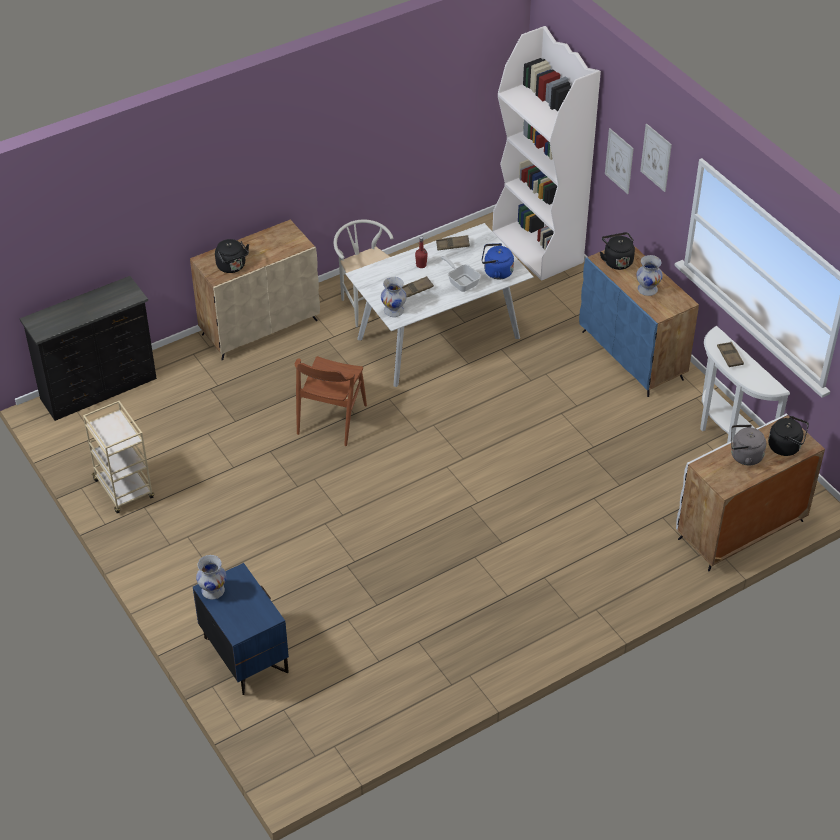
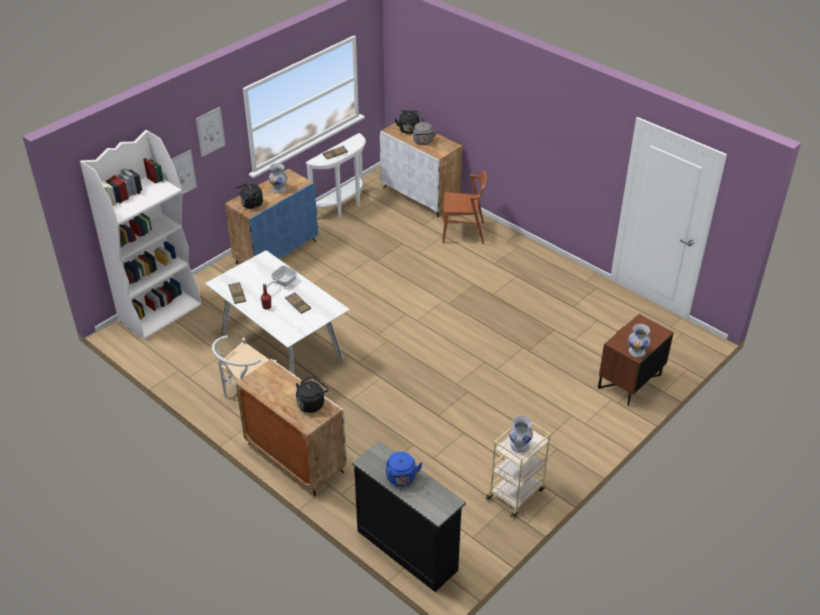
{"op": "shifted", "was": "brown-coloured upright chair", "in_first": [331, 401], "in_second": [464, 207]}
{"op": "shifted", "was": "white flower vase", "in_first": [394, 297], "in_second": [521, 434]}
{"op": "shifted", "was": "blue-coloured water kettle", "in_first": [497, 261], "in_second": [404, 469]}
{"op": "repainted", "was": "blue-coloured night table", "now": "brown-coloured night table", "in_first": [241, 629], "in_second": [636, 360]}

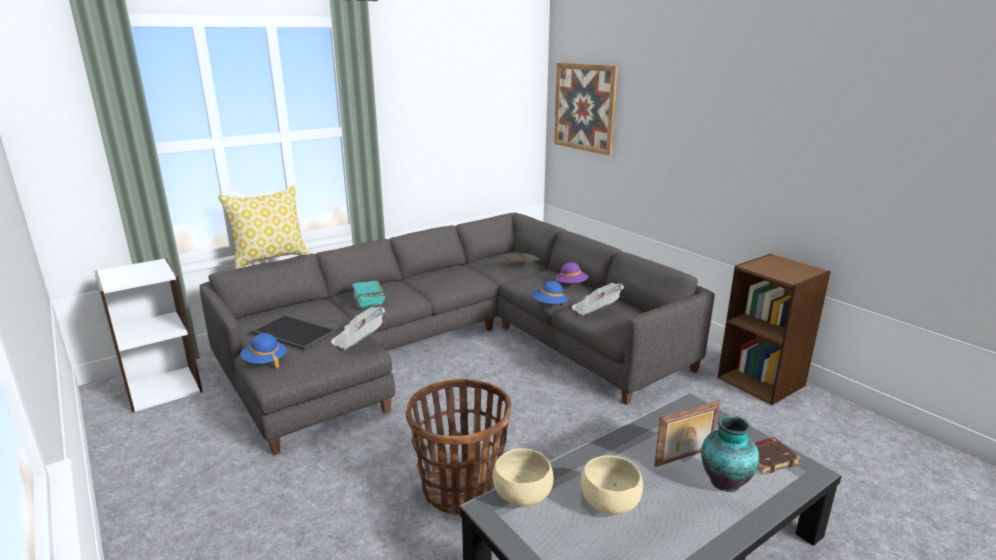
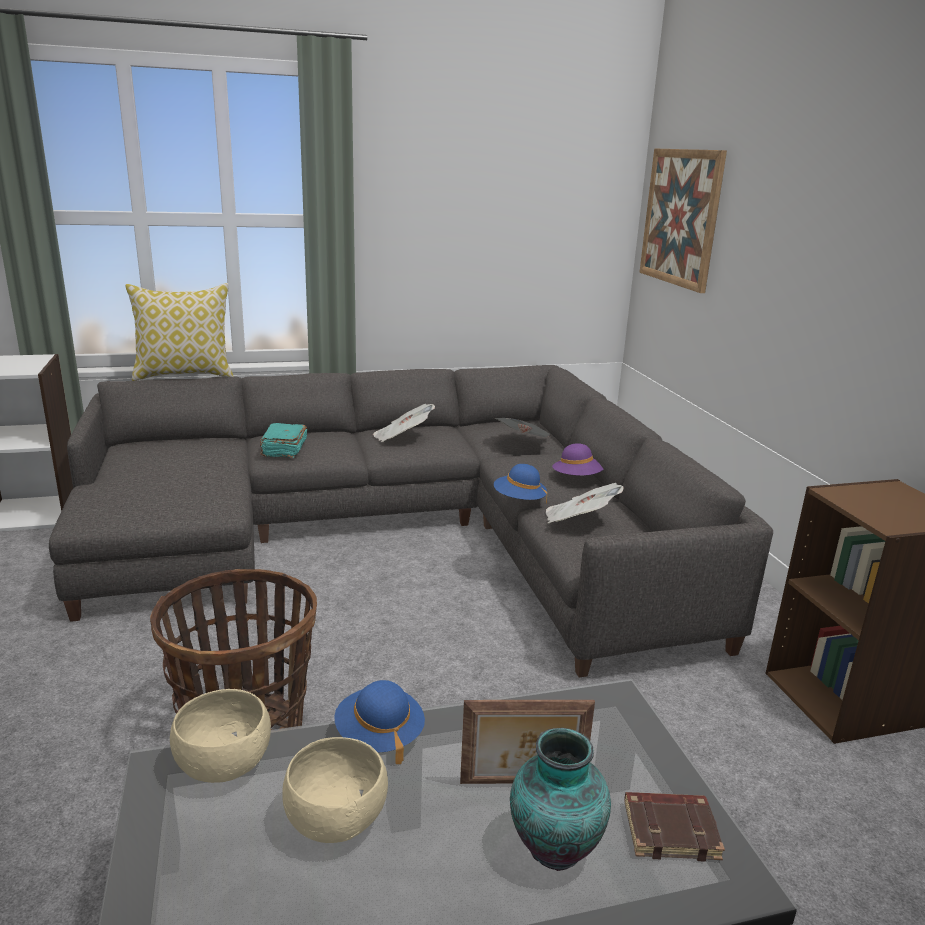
{"op": "gone", "was": "tray", "in_first": [293, 332]}
{"op": "shifted", "was": "blue-coloured wearable hat", "in_first": [263, 350], "in_second": [379, 722]}
{"op": "shifted", "was": "printed paper", "in_first": [358, 328], "in_second": [404, 423]}

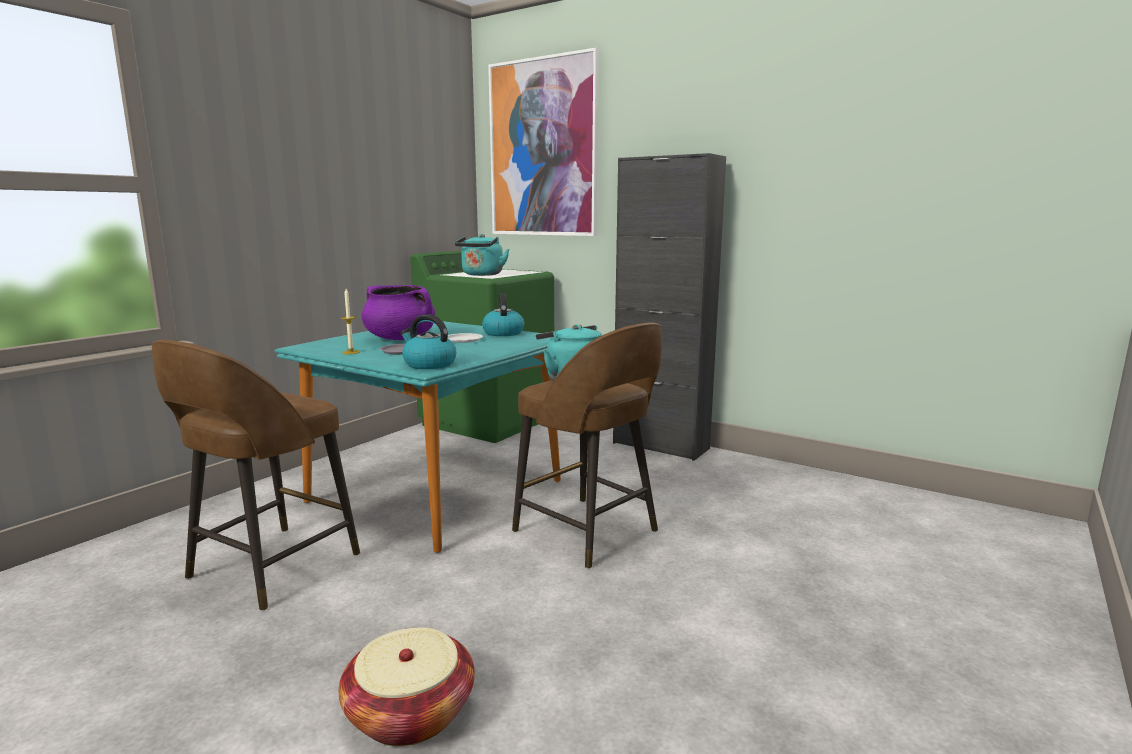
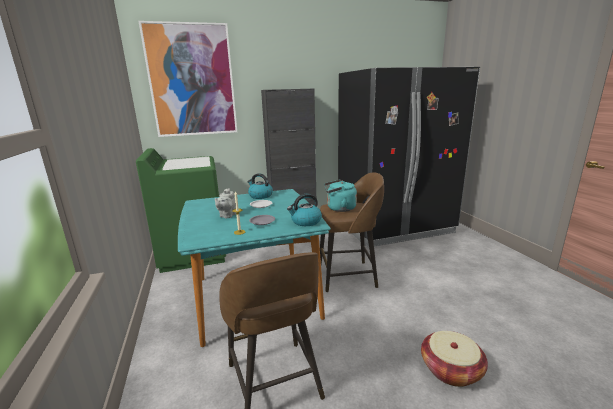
{"op": "gone", "was": "turquoise-coloured water kettle", "in_first": [482, 255]}
{"op": "new", "now": "blackish fridge", "in_second": [409, 157]}
{"op": "swapped", "was": "purplish cooking pot", "now": "greyish pot for tea", "in_first": [398, 312], "in_second": [225, 203]}

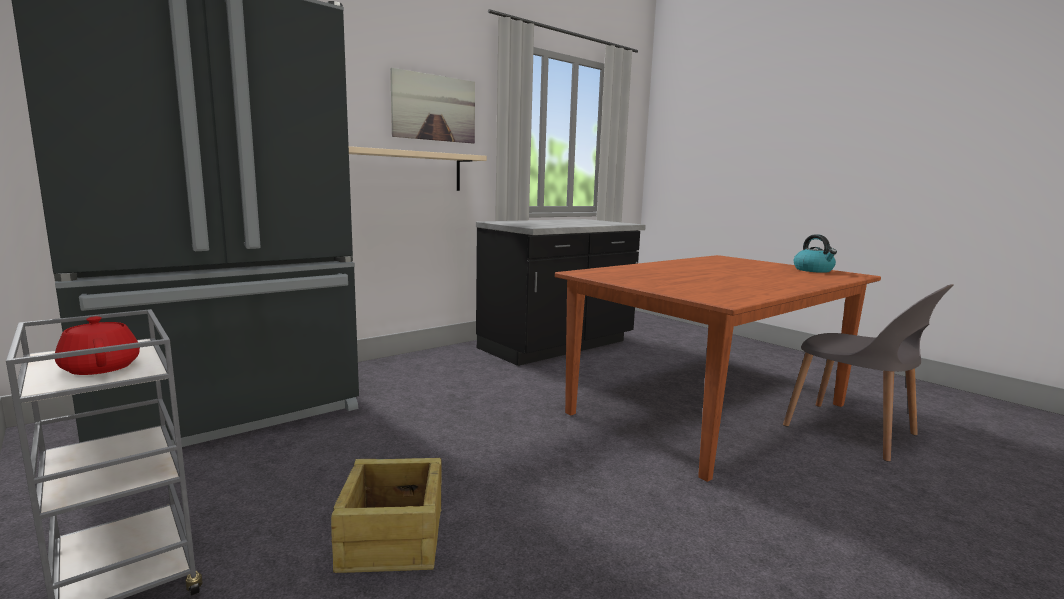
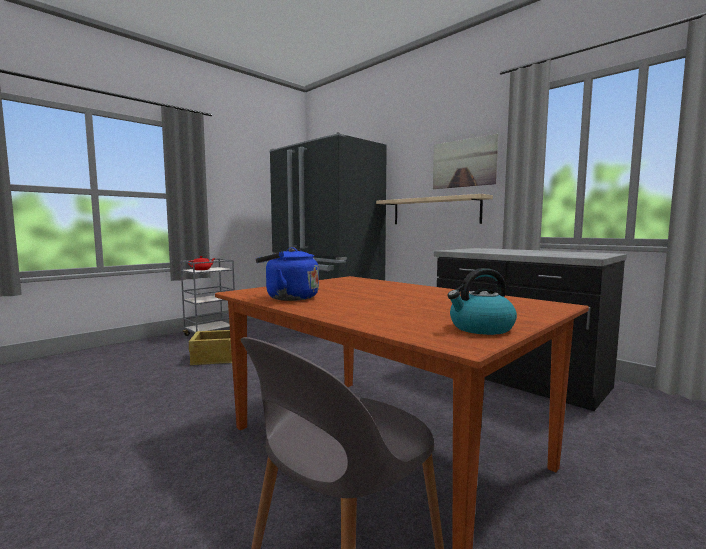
{"op": "new", "now": "blue-coloured water kettle", "in_second": [287, 274]}

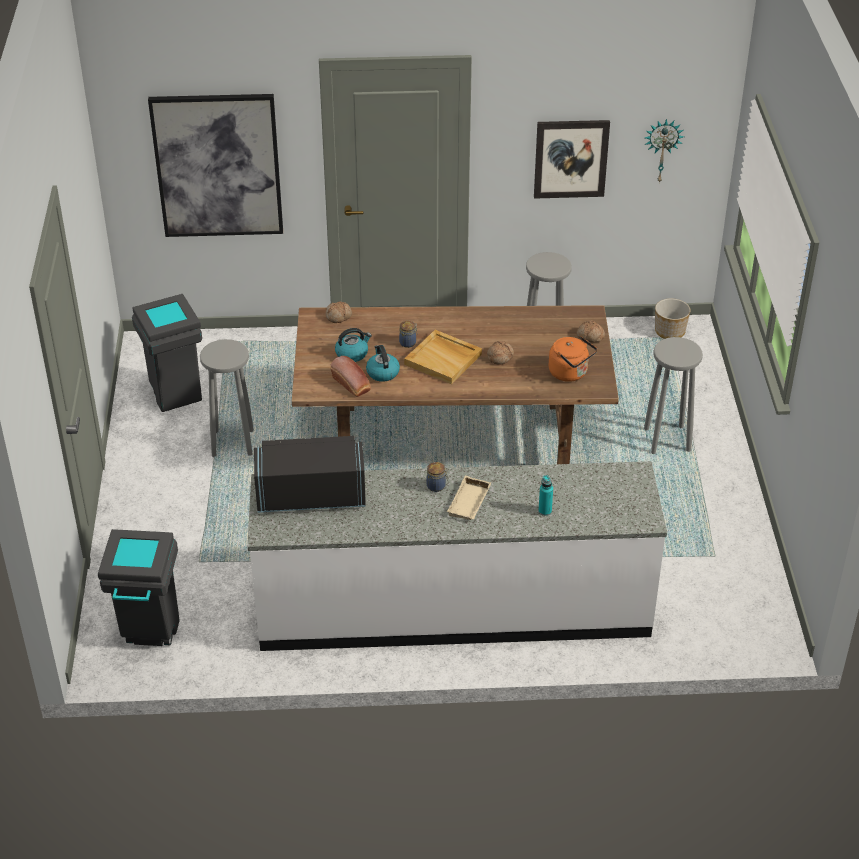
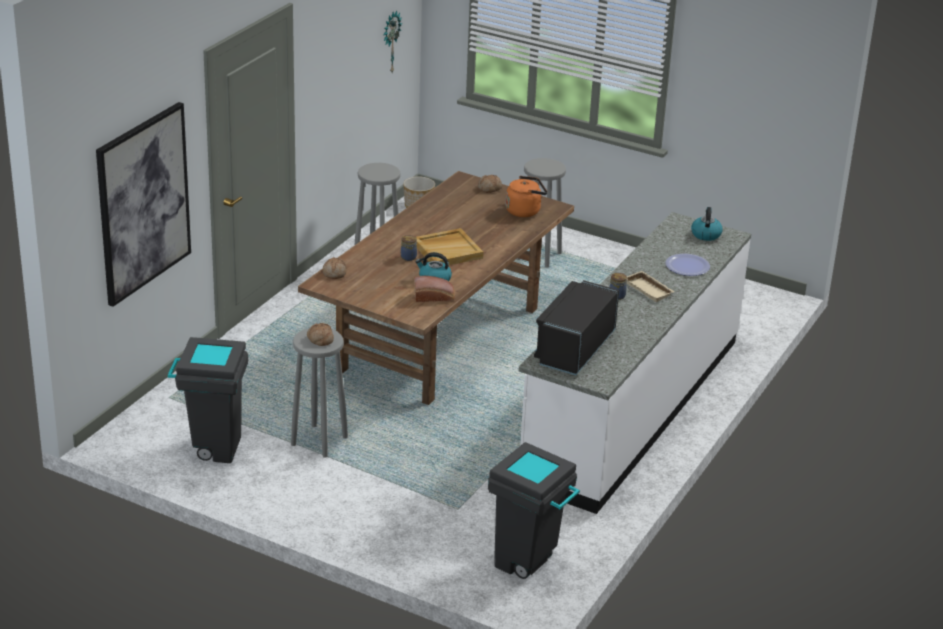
{"op": "gone", "was": "picture", "in_first": [572, 159]}
{"op": "shifted", "was": "water kettle", "in_first": [353, 345], "in_second": [707, 224]}
{"op": "shifted", "was": "baked bread", "in_first": [500, 353], "in_second": [320, 334]}
{"op": "swapped", "was": "turquoise-coloured drink bottle", "now": "dinner plate", "in_first": [545, 495], "in_second": [687, 265]}

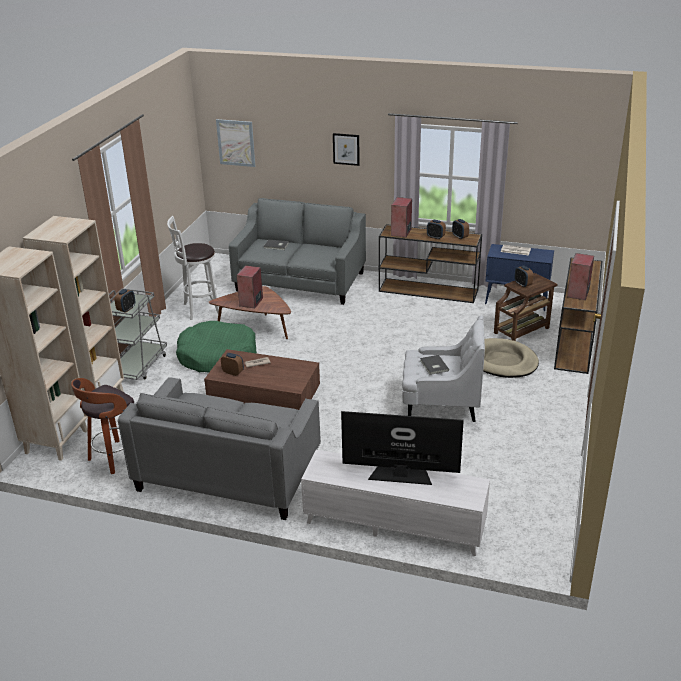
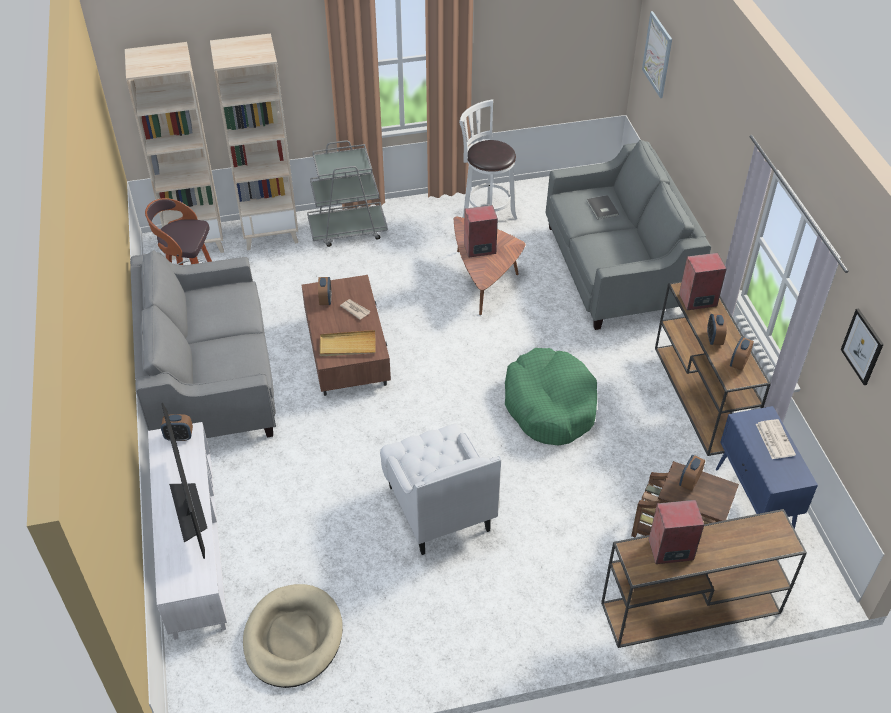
{"op": "gone", "was": "greyish bound book", "in_first": [434, 365]}
{"op": "new", "now": "beige tray", "in_second": [347, 343]}
{"op": "shifted", "was": "table clock", "in_first": [124, 301], "in_second": [177, 427]}
{"op": "shifted", "was": "green-coloured pet bed", "in_first": [216, 347], "in_second": [551, 396]}
{"op": "shifted", "was": "picture", "in_first": [346, 149], "in_second": [862, 346]}
{"op": "shifted", "was": "beige pet bed", "in_first": [511, 358], "in_second": [293, 636]}

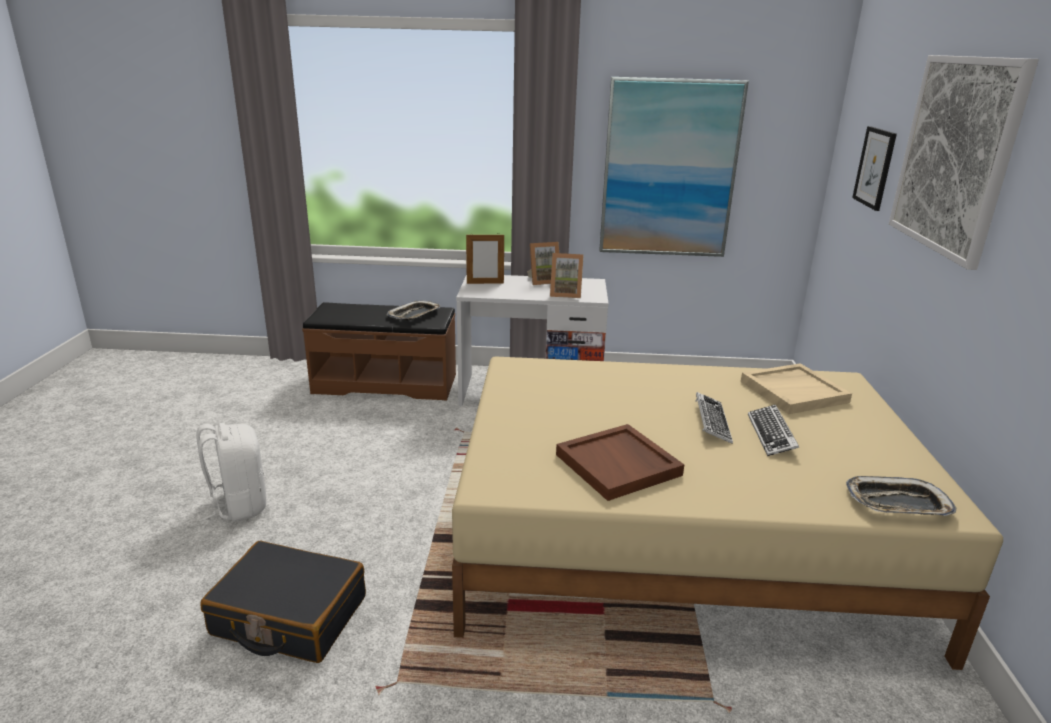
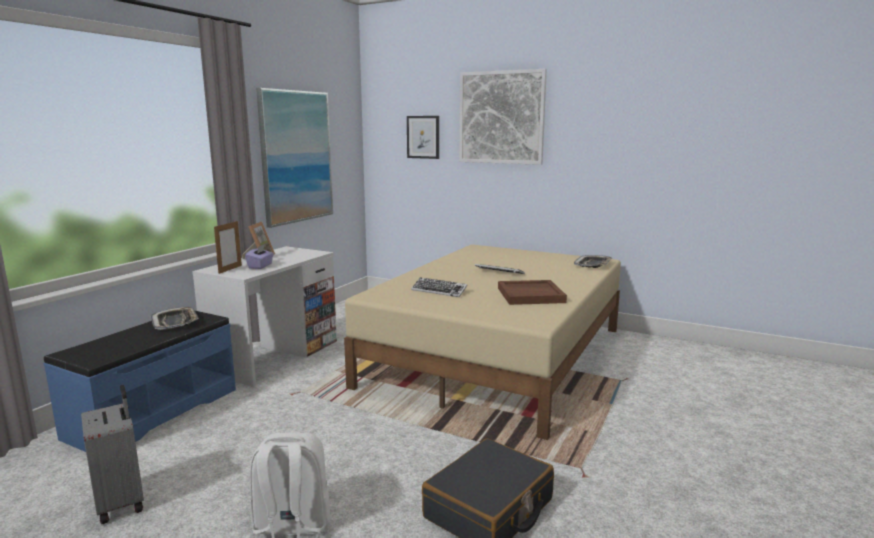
{"op": "gone", "was": "photo frame", "in_first": [567, 275]}
{"op": "gone", "was": "beige tray", "in_first": [796, 388]}
{"op": "new", "now": "greyish suitcase", "in_second": [112, 454]}
{"op": "new", "now": "purplish box of tissues", "in_second": [259, 256]}
{"op": "shifted", "was": "computer keyboard", "in_first": [773, 430], "in_second": [439, 287]}
{"op": "repainted", "was": "brown-coloured indoor bench", "now": "blue-coloured indoor bench", "in_first": [379, 351], "in_second": [139, 381]}

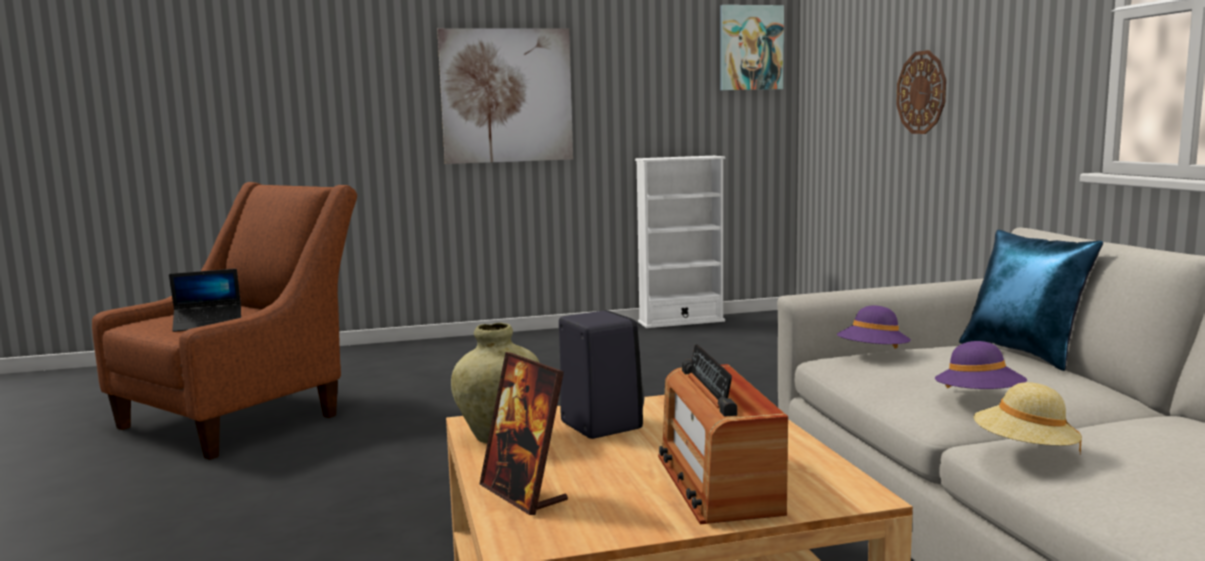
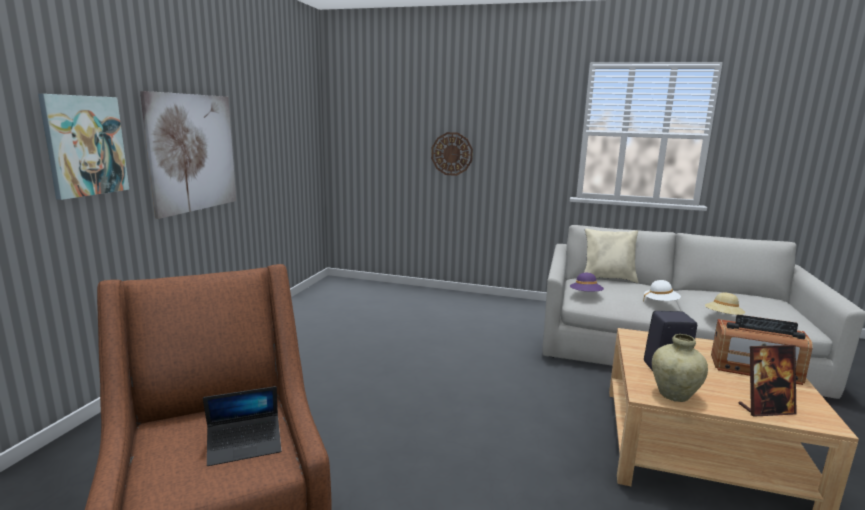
{"op": "gone", "was": "white bookcase", "in_first": [680, 242]}
{"op": "shifted", "was": "picture", "in_first": [752, 47], "in_second": [83, 147]}
{"op": "repainted", "was": "purplish wearable hat", "now": "white wearable hat", "in_first": [981, 365], "in_second": [662, 291]}
{"op": "repainted", "was": "blue-coloured throw pillow", "now": "beige throw pillow", "in_first": [1031, 300], "in_second": [611, 255]}
{"op": "rotated", "was": "laptop", "in_first": [205, 300], "in_second": [242, 426], "clockwise": 60}

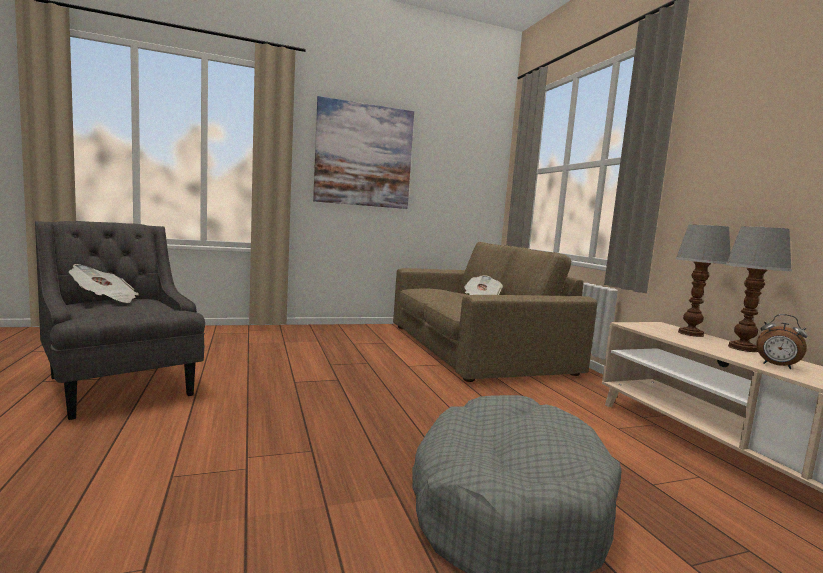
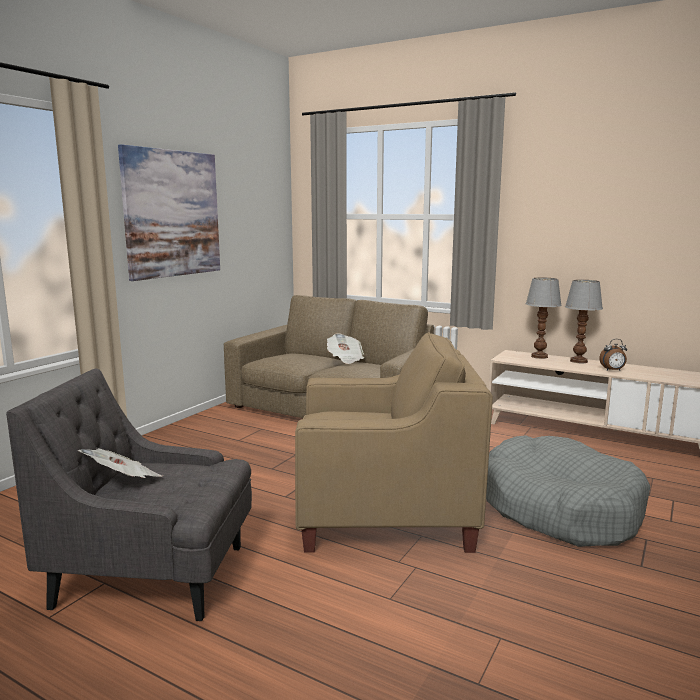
{"op": "new", "now": "beige easy chair", "in_second": [394, 442]}

